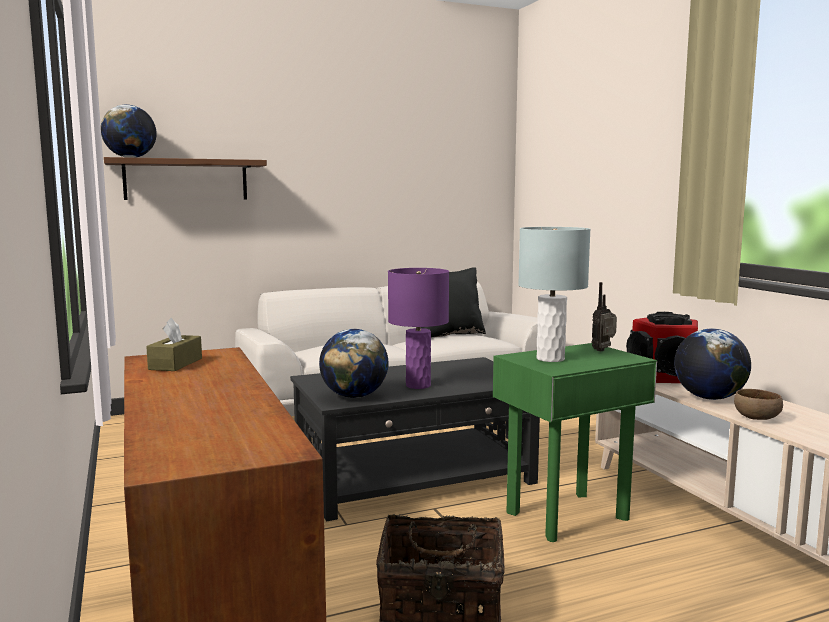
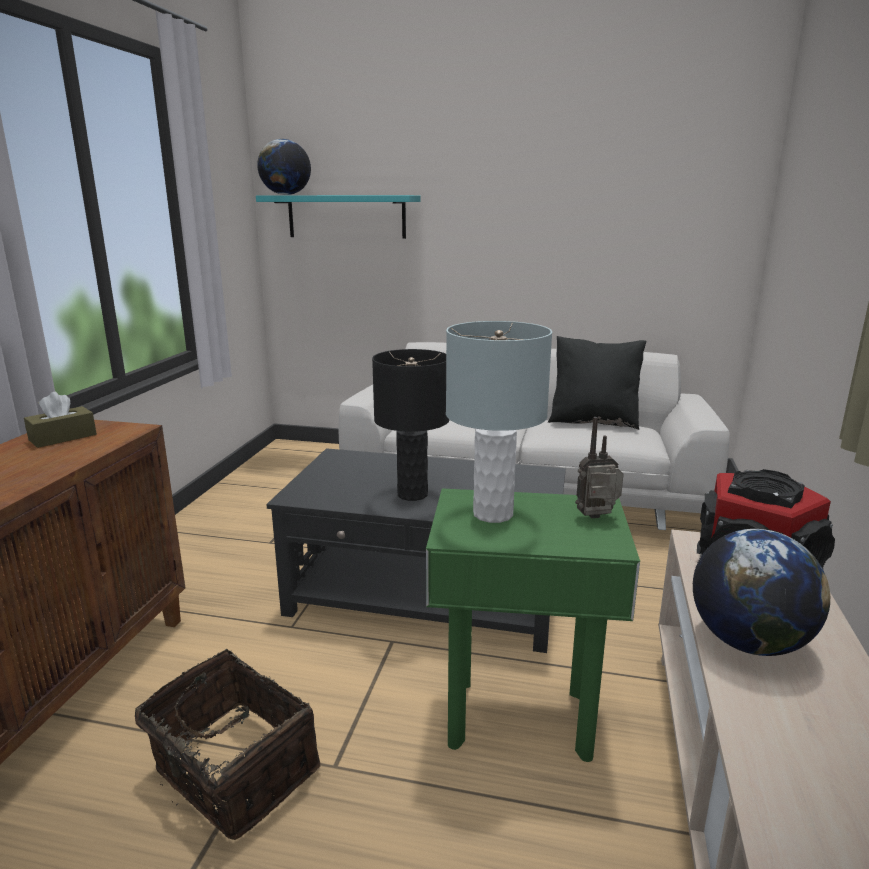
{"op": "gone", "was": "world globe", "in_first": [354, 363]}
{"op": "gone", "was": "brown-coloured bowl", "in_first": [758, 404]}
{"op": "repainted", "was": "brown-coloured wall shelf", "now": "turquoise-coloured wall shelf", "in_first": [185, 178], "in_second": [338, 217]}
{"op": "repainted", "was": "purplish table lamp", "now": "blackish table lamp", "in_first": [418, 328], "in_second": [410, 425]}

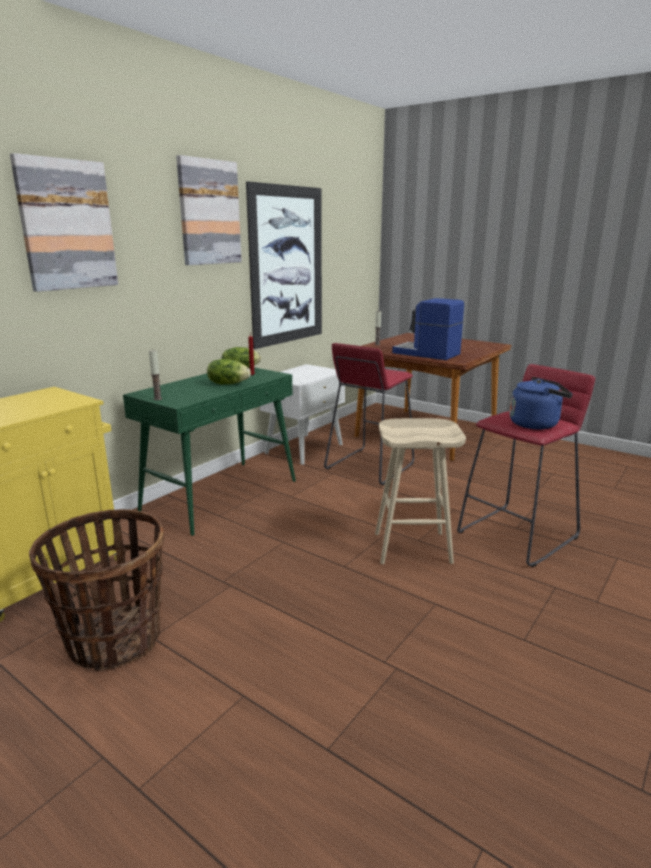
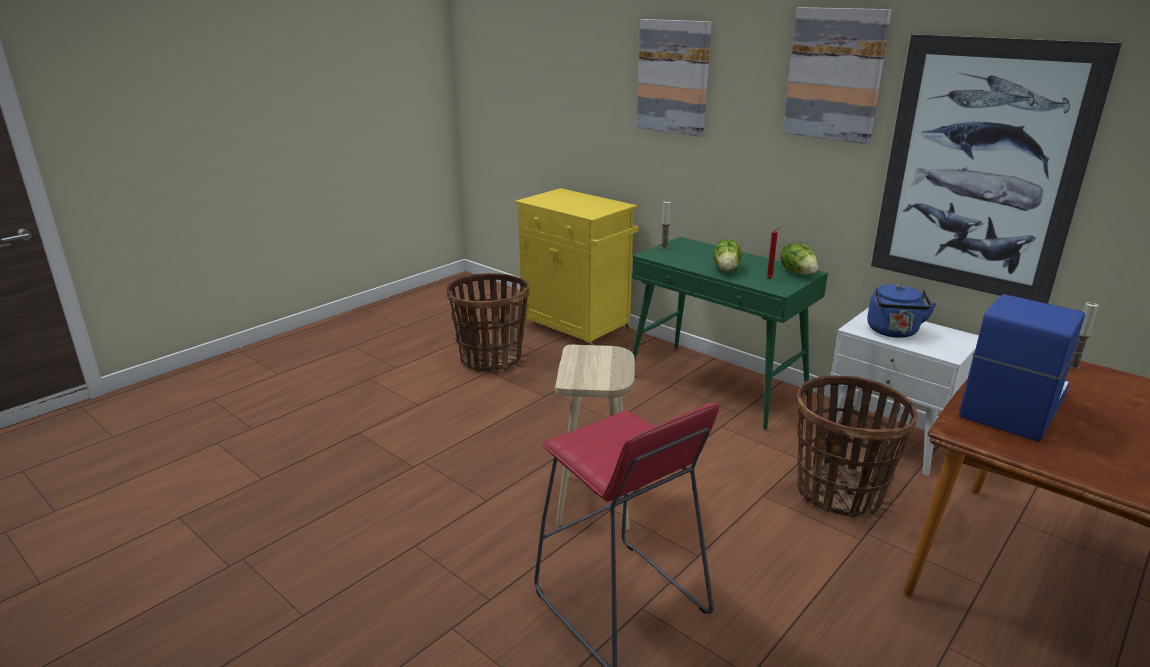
{"op": "shifted", "was": "blue-coloured water kettle", "in_first": [541, 403], "in_second": [901, 311]}
{"op": "swapped", "was": "red-coloured stool", "now": "basket", "in_first": [369, 414], "in_second": [857, 446]}

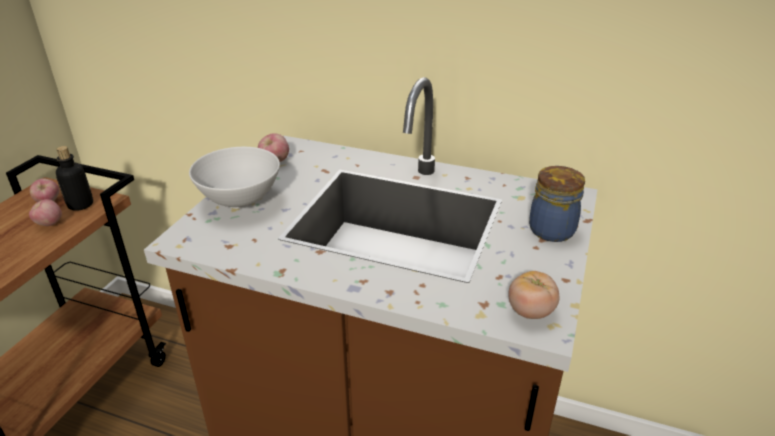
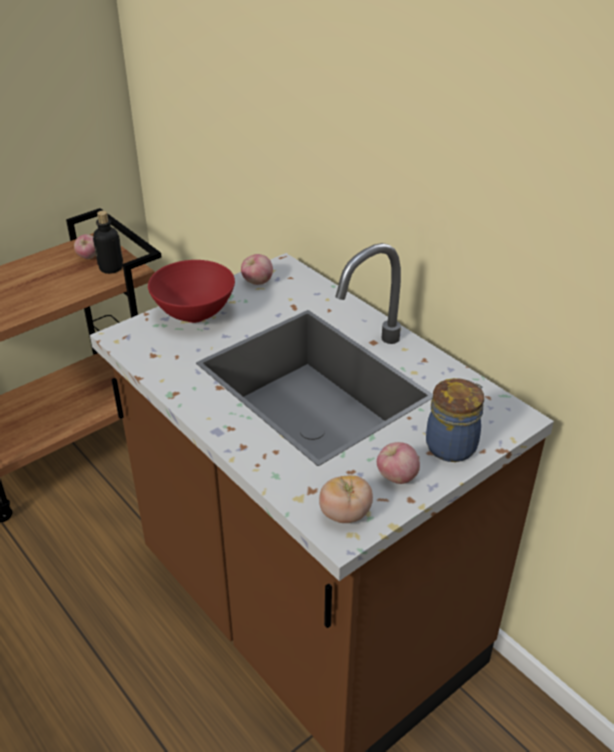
{"op": "shifted", "was": "whole apple", "in_first": [45, 212], "in_second": [398, 463]}
{"op": "repainted", "was": "white bowl", "now": "red-coloured bowl", "in_first": [234, 178], "in_second": [191, 291]}

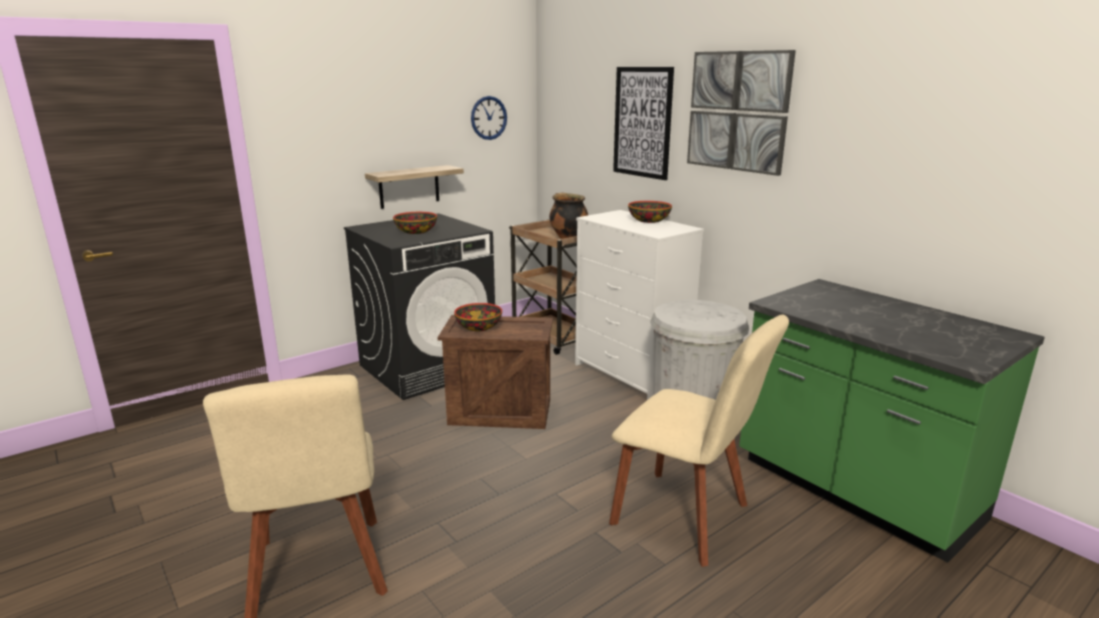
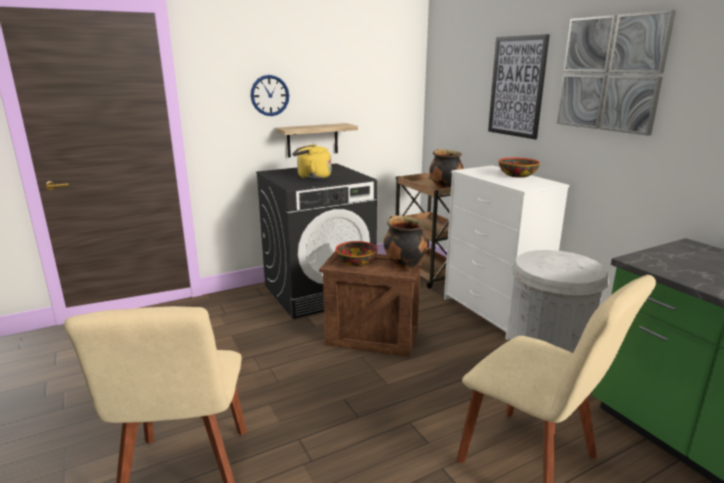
{"op": "new", "now": "cooking pot", "in_second": [405, 242]}
{"op": "shifted", "was": "hanging clock", "in_first": [489, 118], "in_second": [270, 95]}
{"op": "swapped", "was": "bowl", "now": "yellowish water kettle", "in_first": [415, 223], "in_second": [312, 162]}

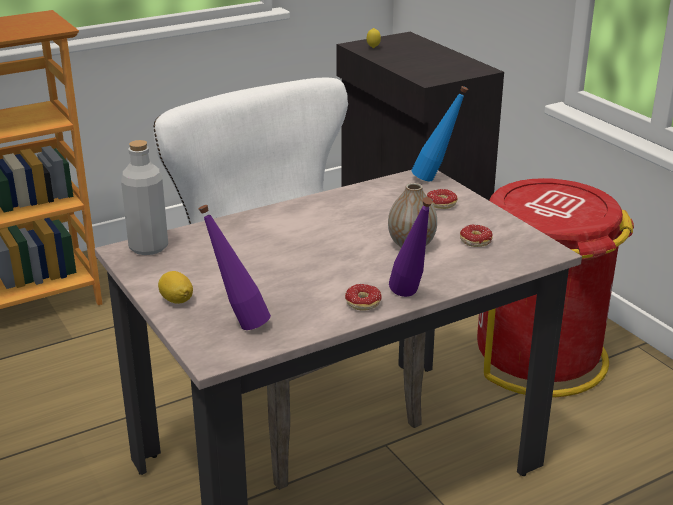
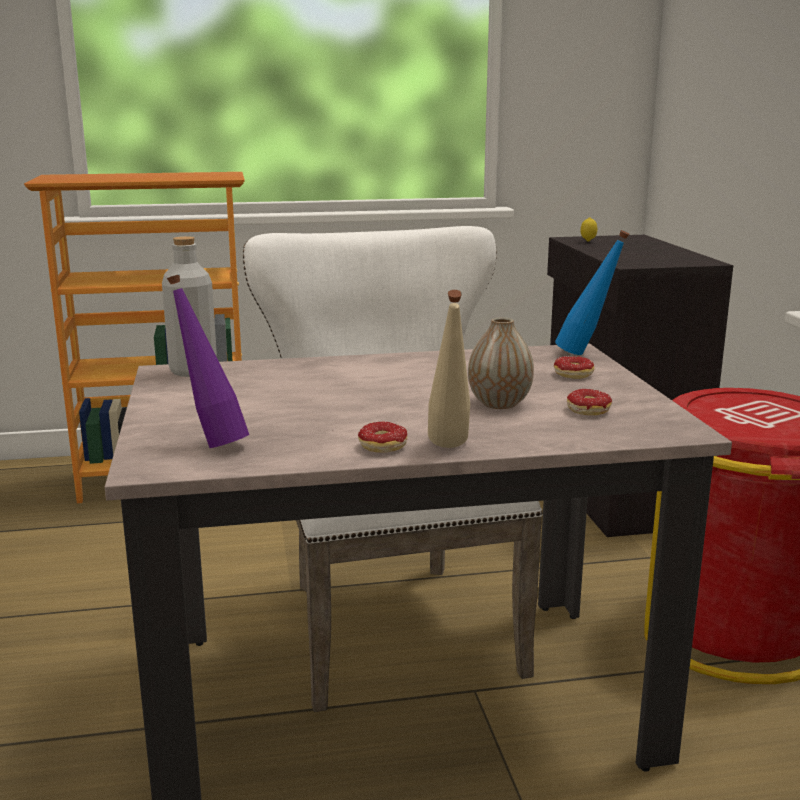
{"op": "gone", "was": "citrus fruit", "in_first": [175, 287]}
{"op": "repainted", "was": "purplish drink bottle", "now": "beige drink bottle", "in_first": [411, 247], "in_second": [449, 369]}

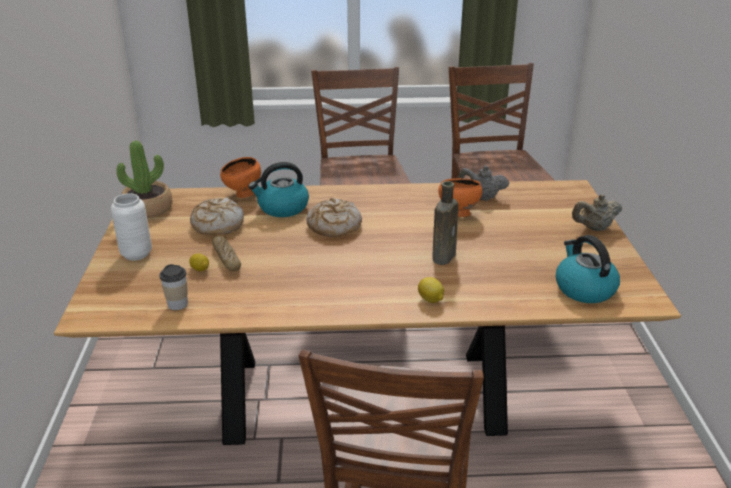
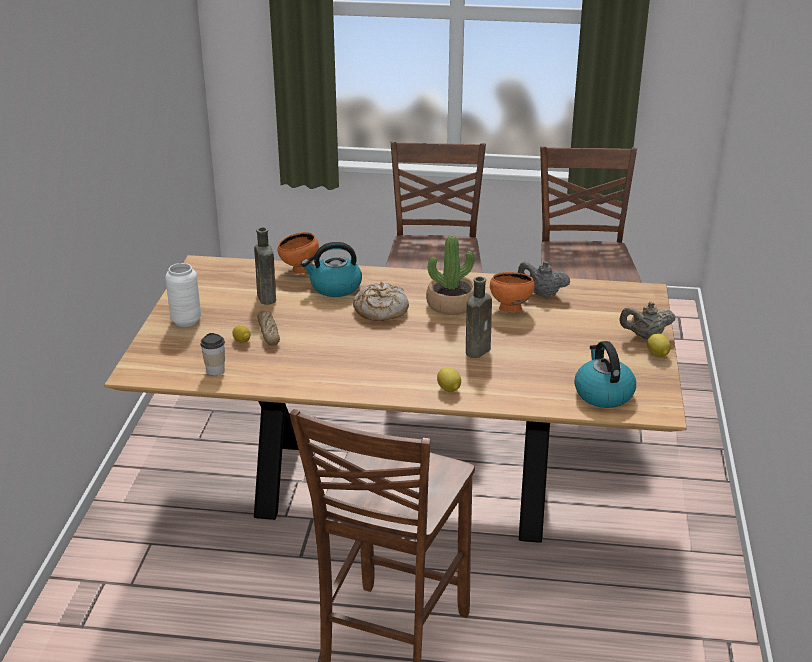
{"op": "new", "now": "citrus fruit", "in_second": [659, 345]}
{"op": "shifted", "was": "plant in a pot", "in_first": [144, 179], "in_second": [450, 275]}
{"op": "swapped", "was": "baked bread", "now": "brown-coloured drink bottle", "in_first": [217, 215], "in_second": [265, 266]}

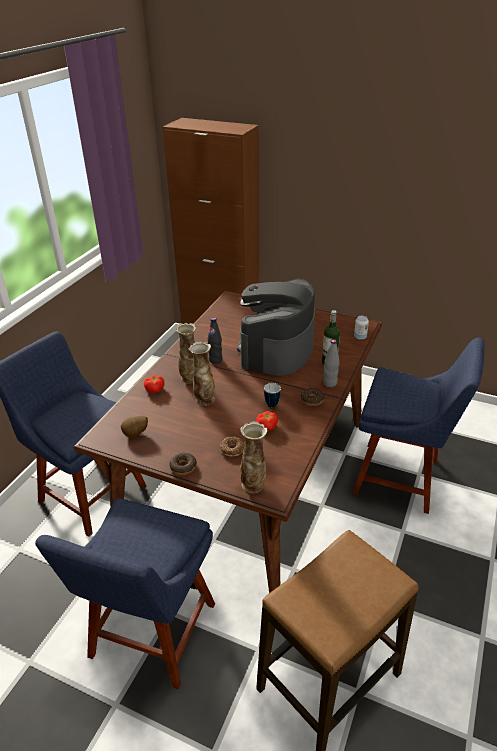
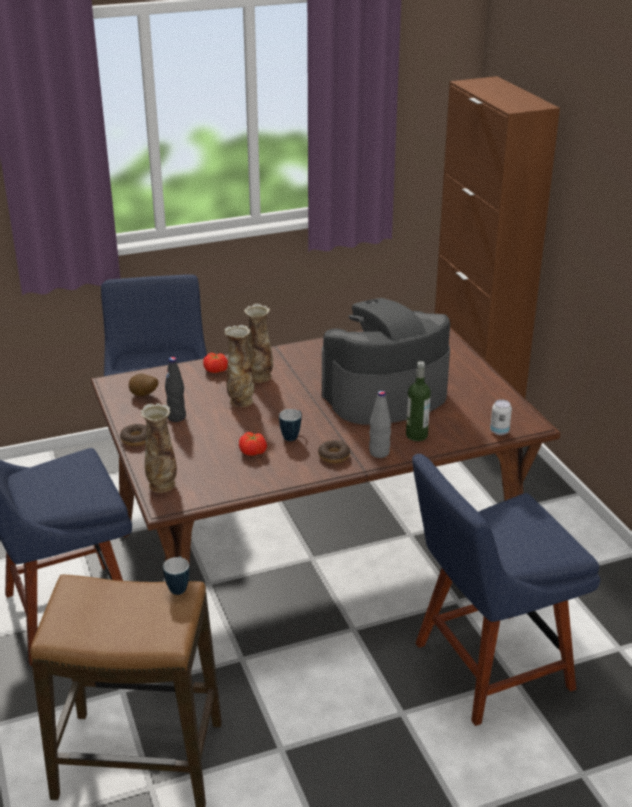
{"op": "gone", "was": "donut", "in_first": [232, 447]}
{"op": "new", "now": "coffee mug", "in_second": [176, 575]}
{"op": "shifted", "was": "blackish drink bottle", "in_first": [215, 341], "in_second": [175, 389]}
{"op": "rotated", "was": "blue-coloured upright chair", "in_first": [418, 426], "in_second": [506, 590], "clockwise": 90}

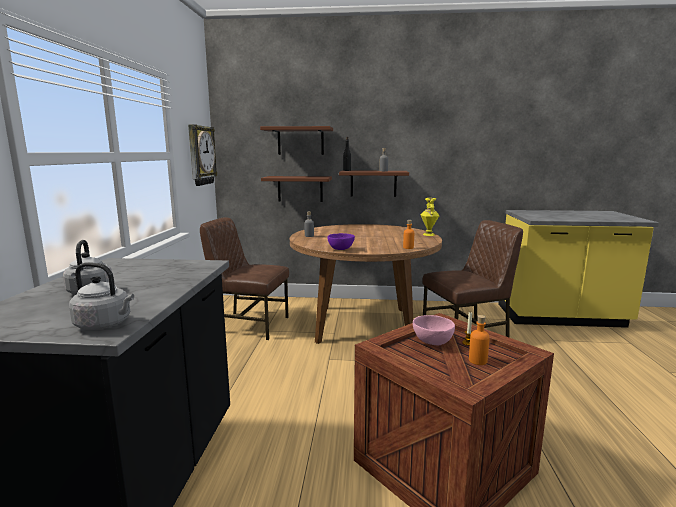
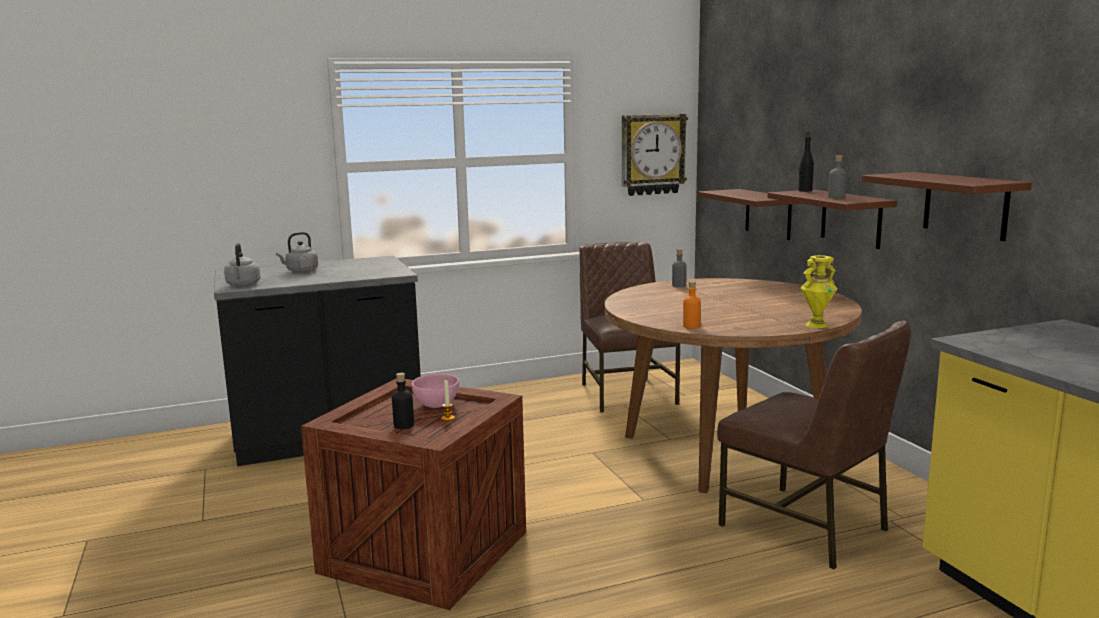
{"op": "gone", "was": "purplish bowl", "in_first": [341, 241]}
{"op": "shifted", "was": "brown-coloured wall shelf", "in_first": [296, 140], "in_second": [947, 206]}
{"op": "repainted", "was": "orange-coloured drink bottle", "now": "blackish drink bottle", "in_first": [479, 340], "in_second": [403, 401]}

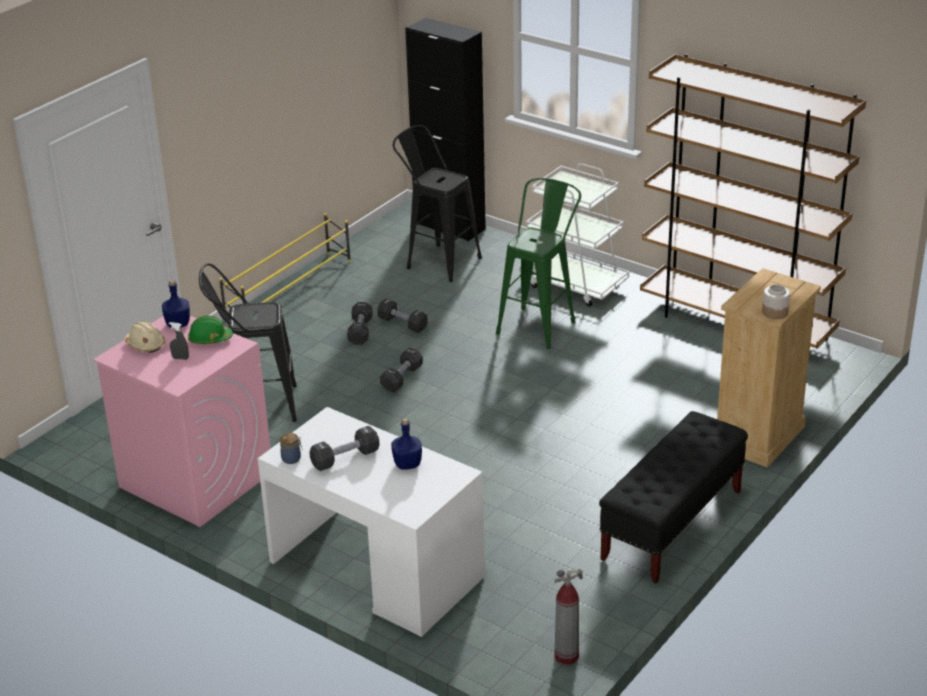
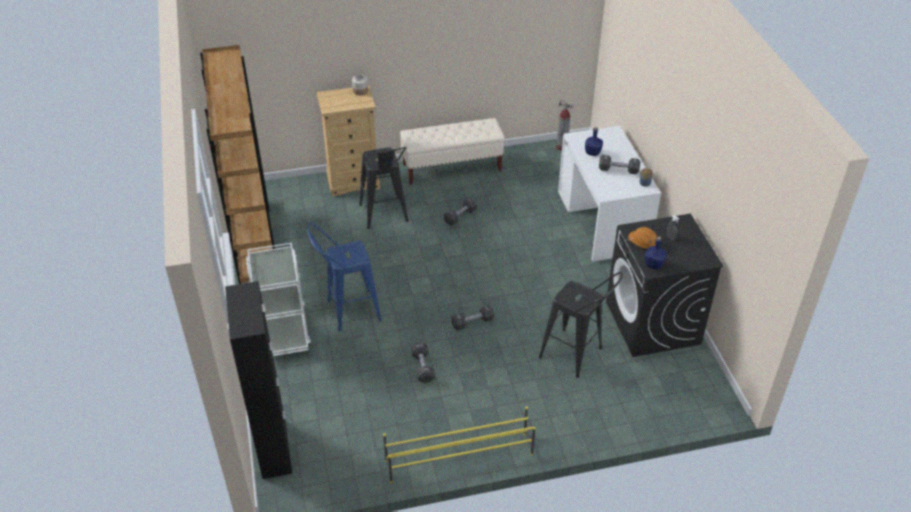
{"op": "gone", "was": "beige work helmet", "in_first": [144, 336]}
{"op": "shifted", "was": "blackish hand weight", "in_first": [360, 323], "in_second": [460, 211]}
{"op": "shifted", "was": "blackish stool", "in_first": [437, 203], "in_second": [384, 188]}
{"op": "repainted", "was": "pink laundry appliance", "now": "blackish laundry appliance", "in_first": [182, 421], "in_second": [665, 285]}
{"op": "repainted", "was": "green-coloured work helmet", "now": "orange-coloured work helmet", "in_first": [210, 330], "in_second": [642, 238]}
{"op": "repainted", "was": "green-coloured stool", "now": "blue-coloured stool", "in_first": [538, 263], "in_second": [344, 277]}
{"op": "repainted", "was": "blackish indoor bench", "now": "beige indoor bench", "in_first": [673, 497], "in_second": [452, 151]}

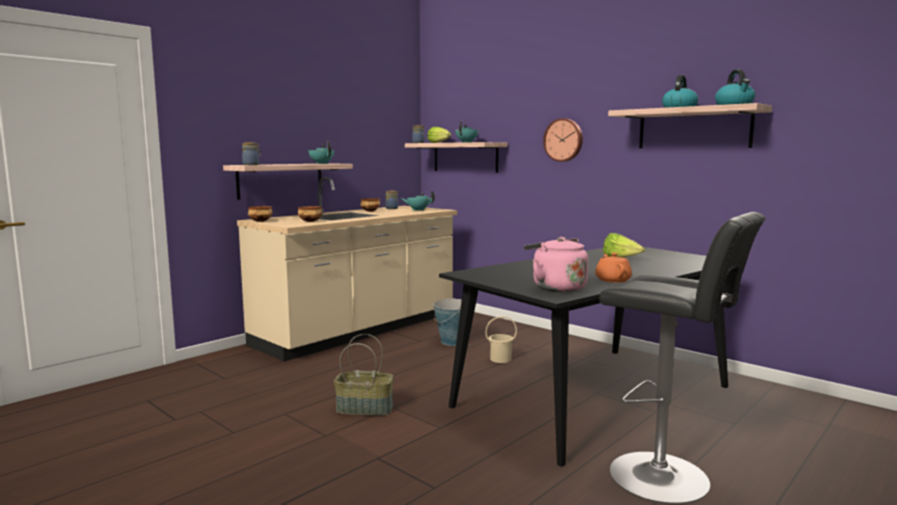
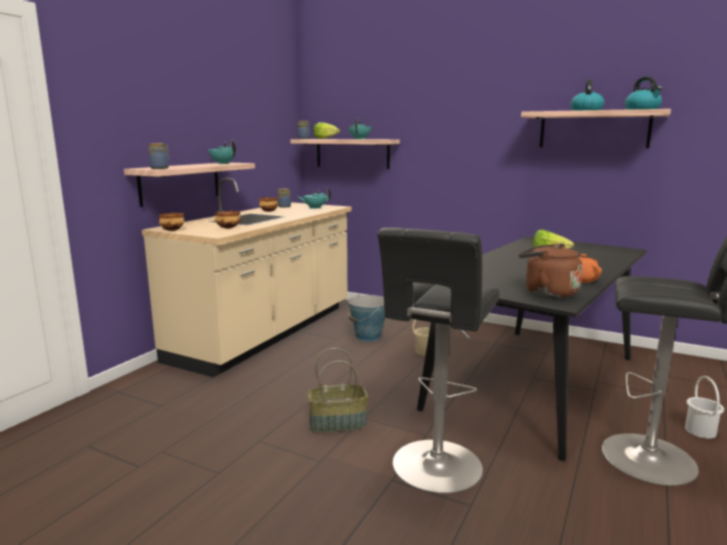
{"op": "gone", "was": "hanging clock", "in_first": [563, 140]}
{"op": "new", "now": "blackish stool", "in_second": [439, 361]}
{"op": "new", "now": "white pail", "in_second": [704, 407]}
{"op": "repainted", "was": "pink water kettle", "now": "brown-coloured water kettle", "in_first": [556, 264], "in_second": [550, 271]}

